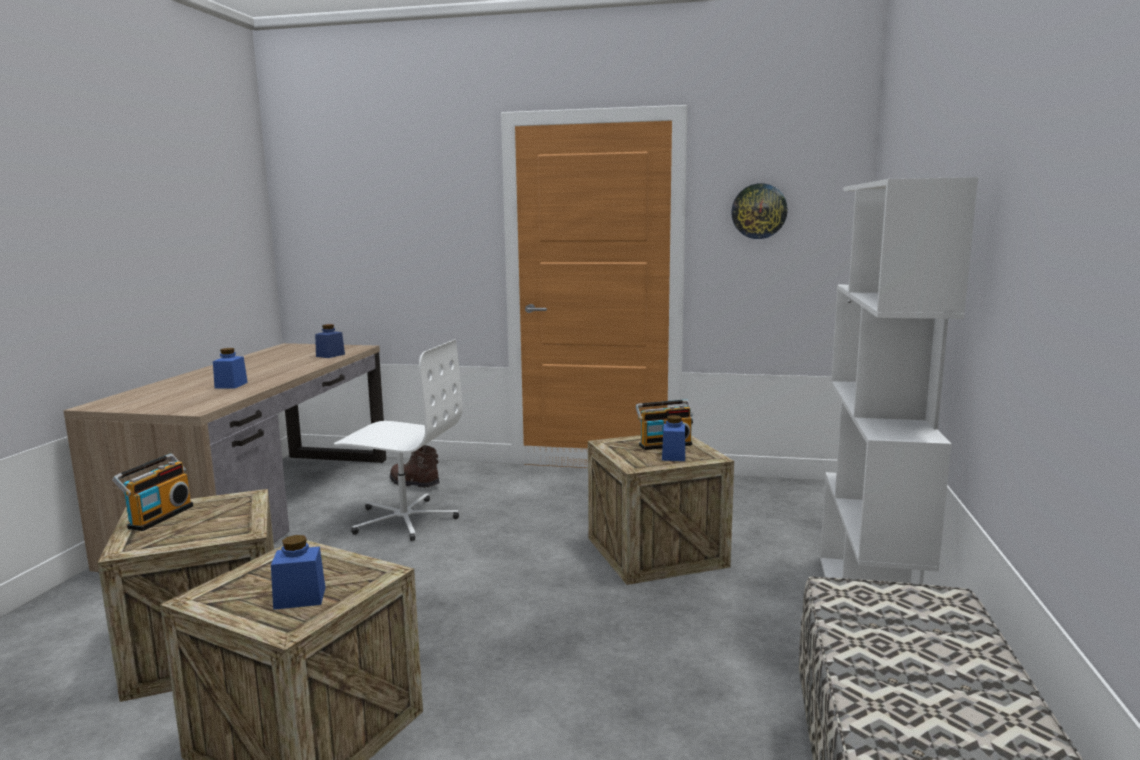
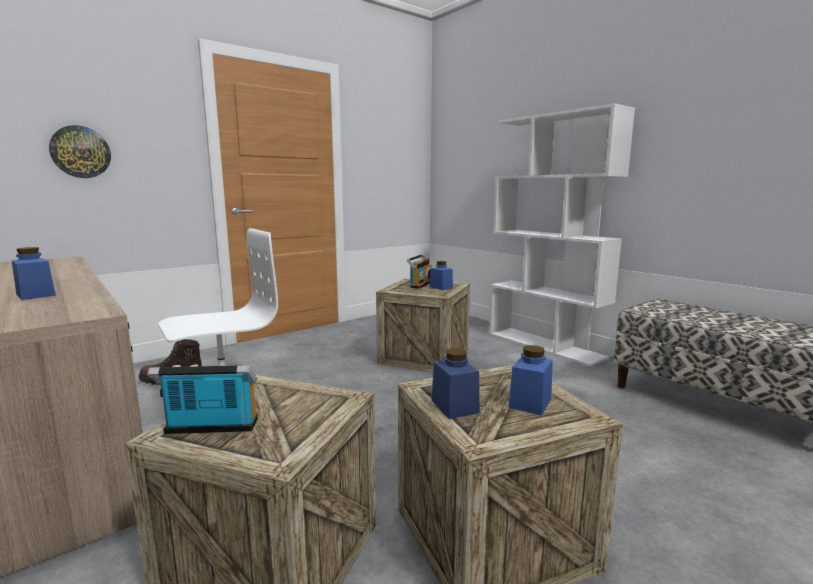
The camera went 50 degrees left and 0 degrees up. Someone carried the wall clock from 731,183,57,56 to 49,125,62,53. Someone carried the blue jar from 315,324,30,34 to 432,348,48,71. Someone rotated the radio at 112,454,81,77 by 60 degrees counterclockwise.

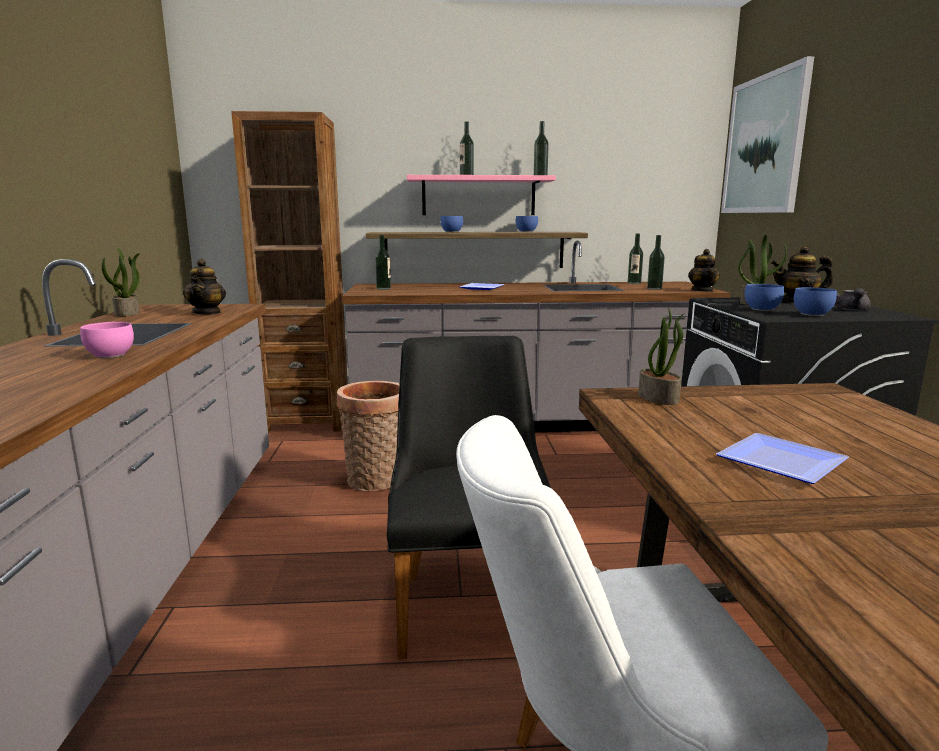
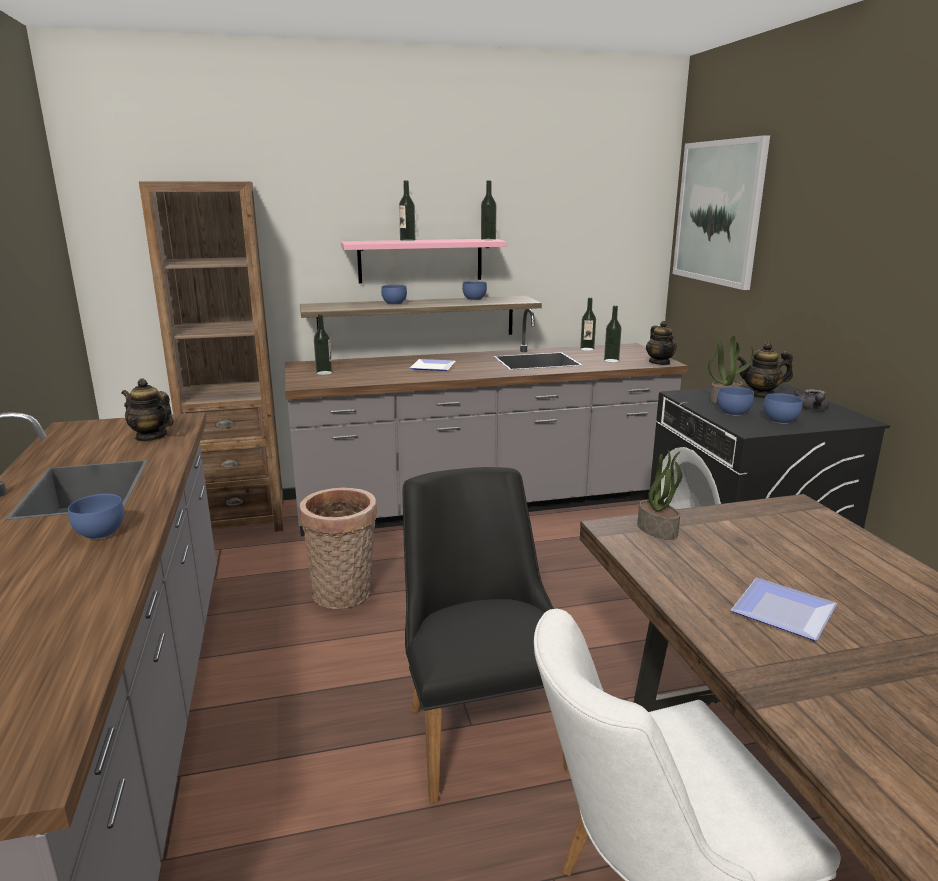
The camera went 10 degrees left and 5 degrees up. Someone took away the potted plant at 102,248,38,69. Someone rotated the teapot at 183,259,43,56 by 135 degrees clockwise. Someone repainted the pink bowl at 80,322,54,36, which became the blue bowl at 68,494,56,46.

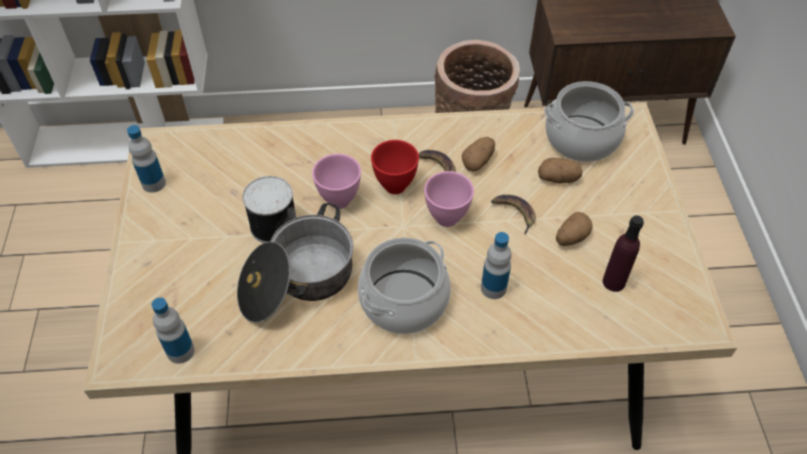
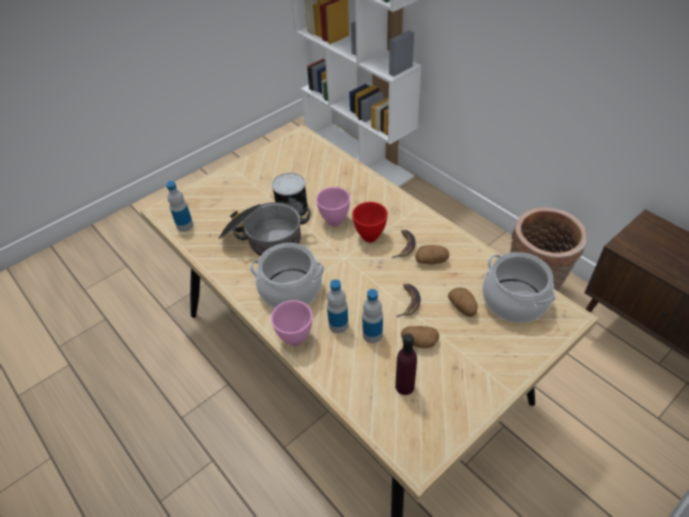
The camera went 55 degrees right and 5 degrees down. Someone carried the bottle from 127,125,39,68 to 362,289,21,54. Someone carried the pink bowl from 424,171,50,56 to 271,300,41,46.

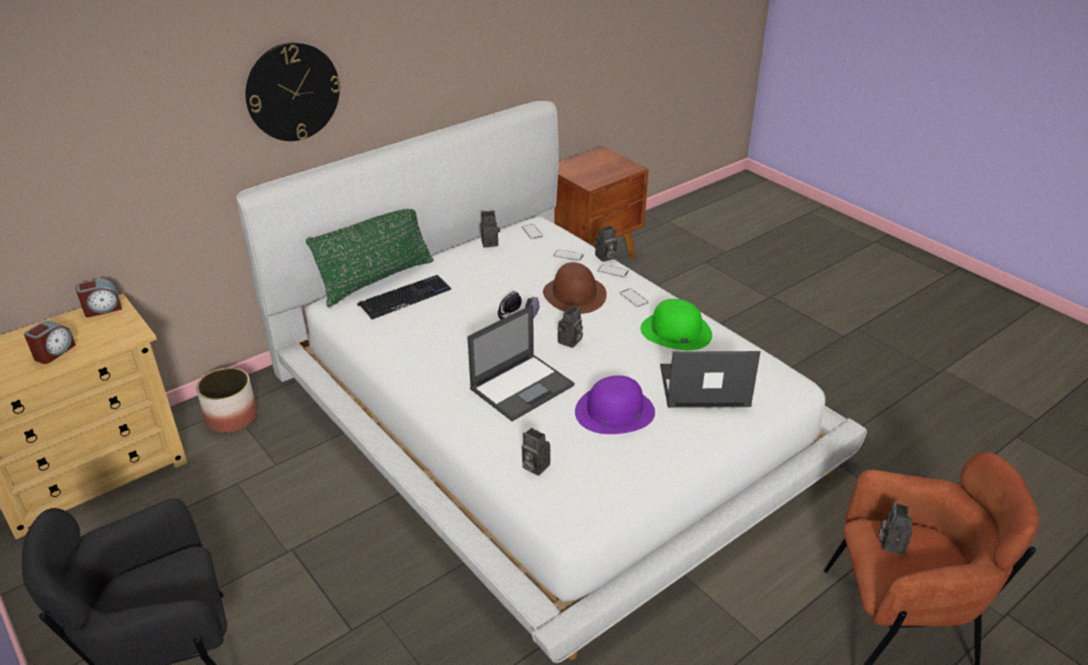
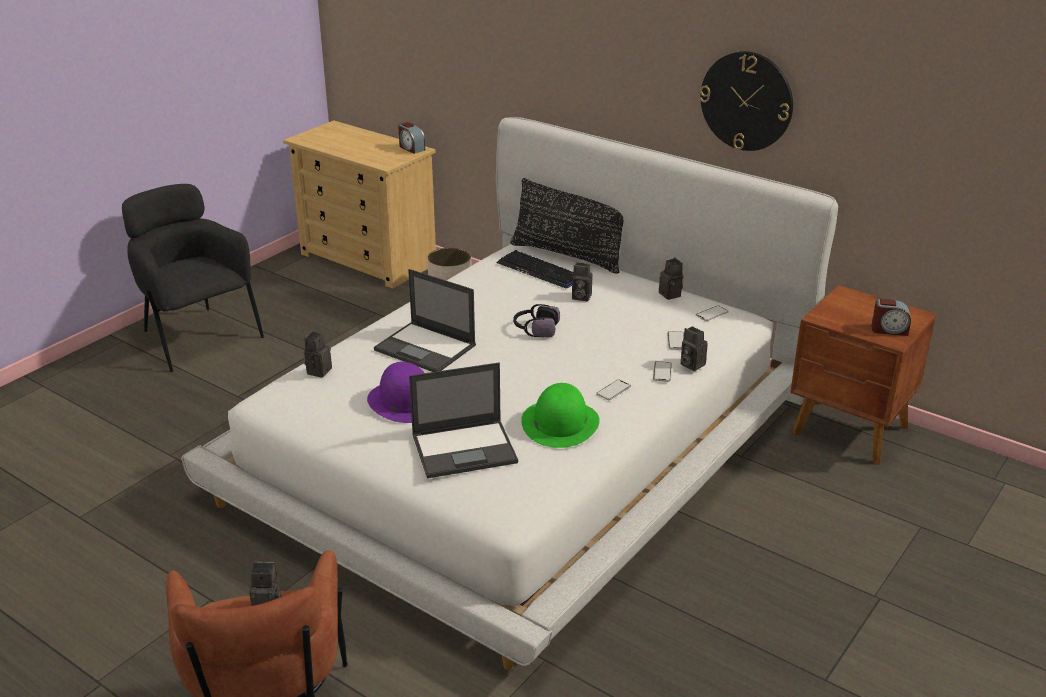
The camera went 75 degrees right and 5 degrees down. Someone carried the wall clock from 246,42,95,99 to 700,51,93,100. Someone repainted the green pillow at 306,209,128,98, which became the black pillow at 510,178,113,96. Someone took away the brown hat at 543,262,64,52. Someone carried the photo camera from 558,306,25,42 to 572,262,21,39. Someone carried the alarm clock from 24,321,52,43 to 871,298,40,38. Someone rotated the laptop at 660,351,101,57 by 90 degrees clockwise.

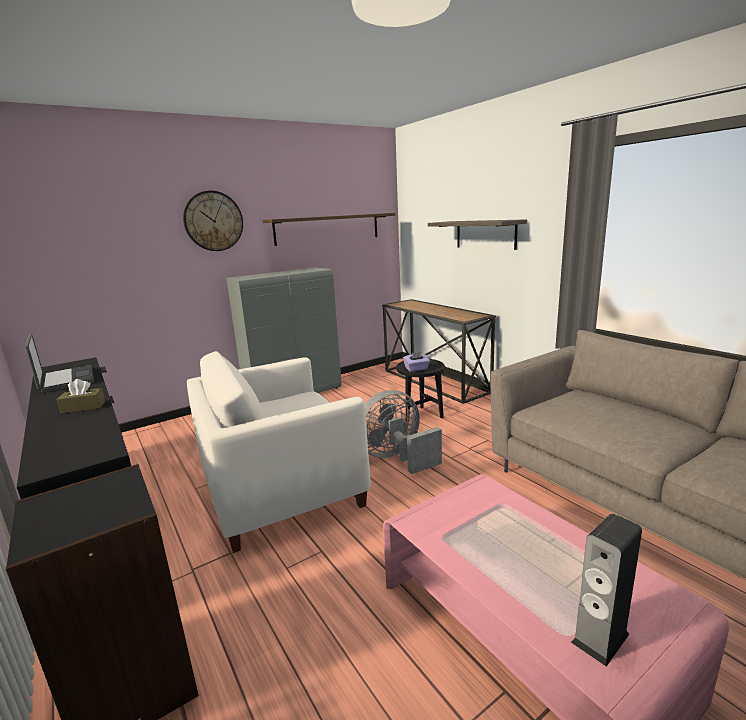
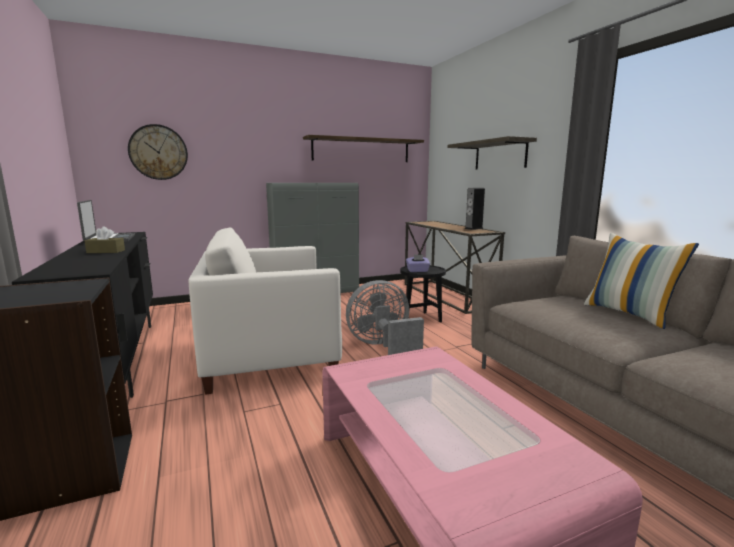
The camera went 10 degrees right and 5 degrees down. Someone carried the wall clock from 183,190,60,61 to 128,124,60,56. Someone carried the speaker from 571,514,71,153 to 464,188,21,42. Someone put down the pillow at 584,233,115,96.

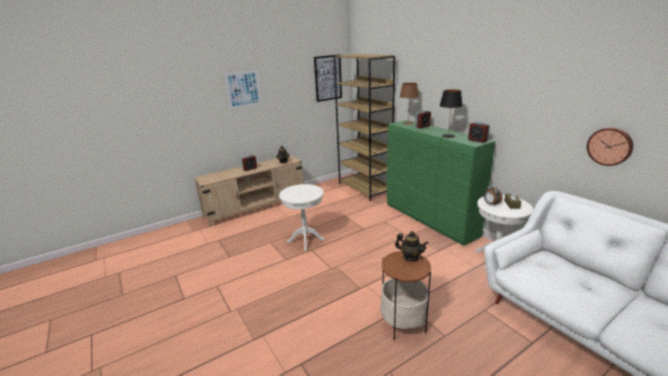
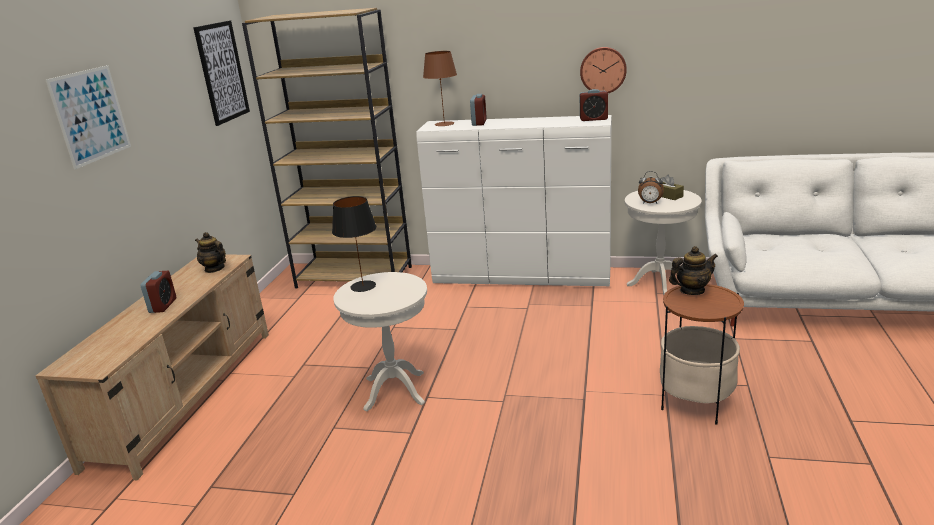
The camera went 45 degrees left and 0 degrees up. Someone carried the black table lamp from 440,90,23,48 to 332,196,45,96. Someone repainted the green dresser at 387,120,108,126, which became the white dresser at 416,115,195,171. Someone carried the wall clock from 587,128,46,38 to 580,47,47,46.

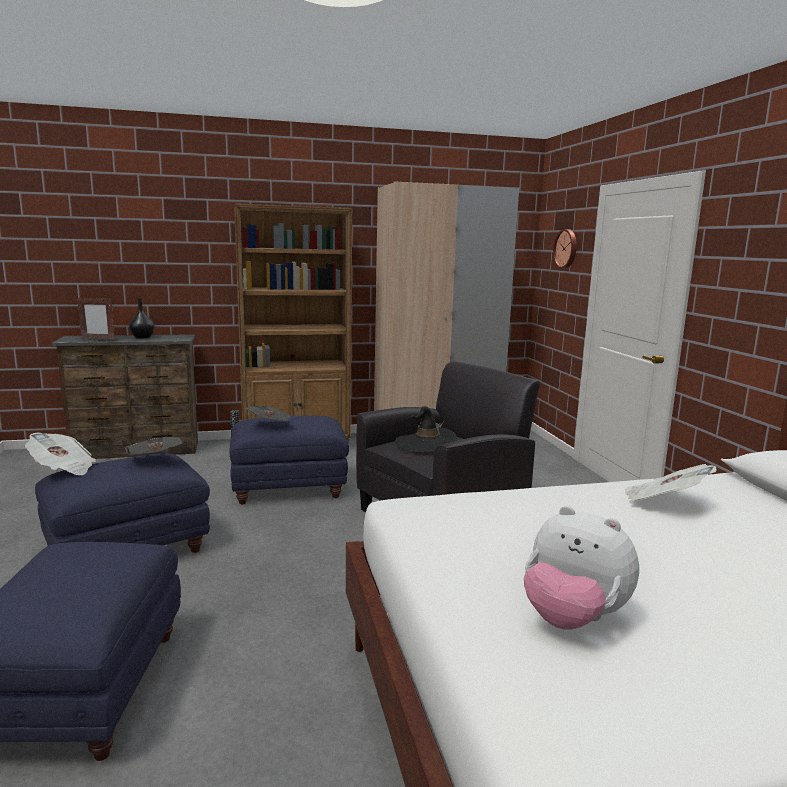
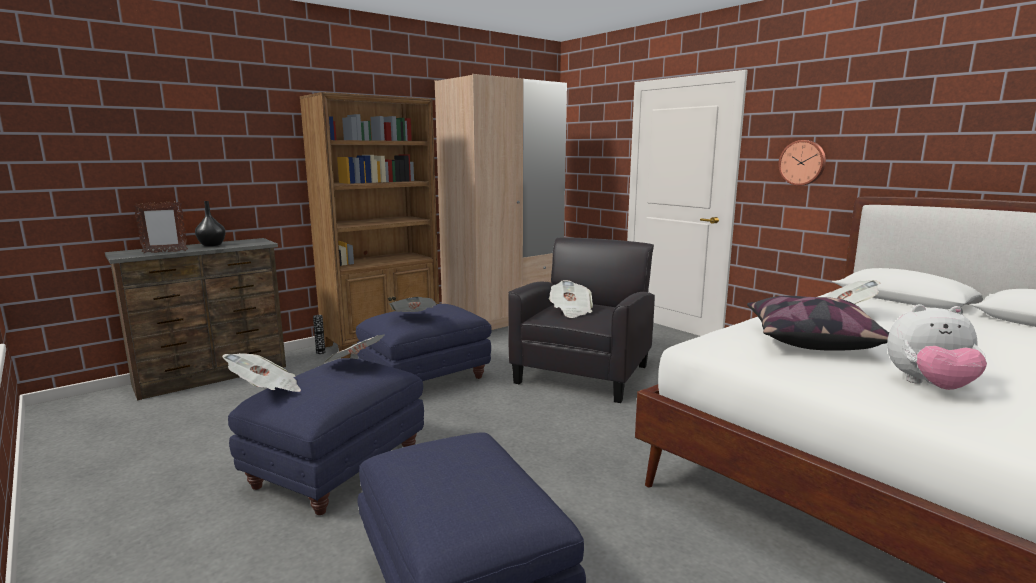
The camera went 25 degrees left and 0 degrees up. Someone carried the wall clock from 553,229,24,40 to 778,140,48,46. Someone swapped the black hat at 395,406,62,46 for the newspaper at 549,280,44,38. Someone put down the pillow at 747,296,142,55.

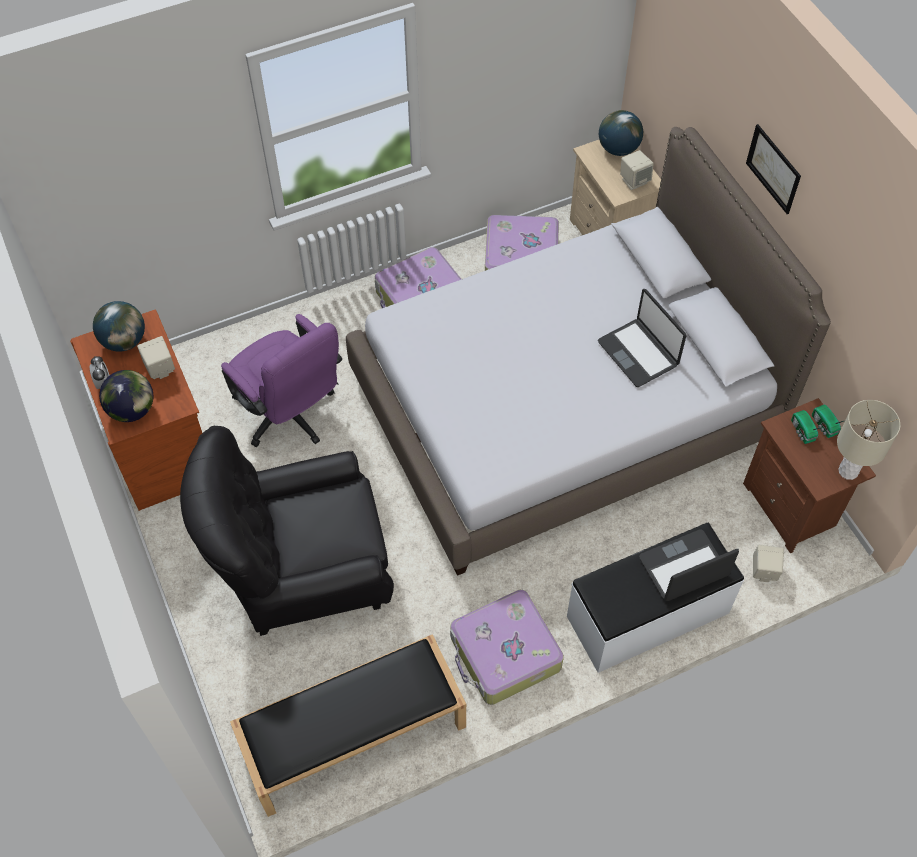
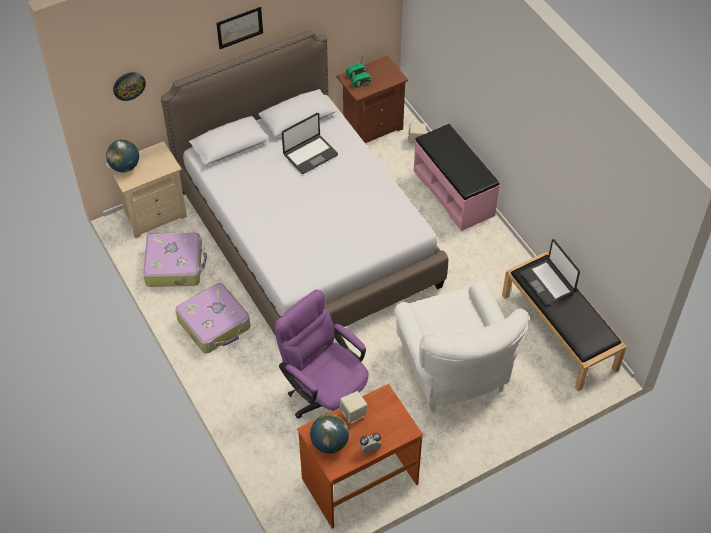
The camera went 95 degrees left and 5 degrees down. Someone took away the beige speaker at 620,150,34,40. Someone rotated the purple office chair at 221,314,121,133 by 90 degrees counterclockwise. Someone took away the globe at 99,370,54,52. Someone took away the beige table lamp at 837,400,63,80. Someone repainted the black armchair at 180,426,214,210, which became the white armchair at 394,281,135,131. Someone repainted the white bench at 567,523,177,150, which became the pink bench at 414,124,86,107. Someone carried the laptop from 639,530,100,71 to 521,239,59,67. Someone took away the suitcase at 450,590,114,115. Someone put up the wall clock at 113,72,33,29.

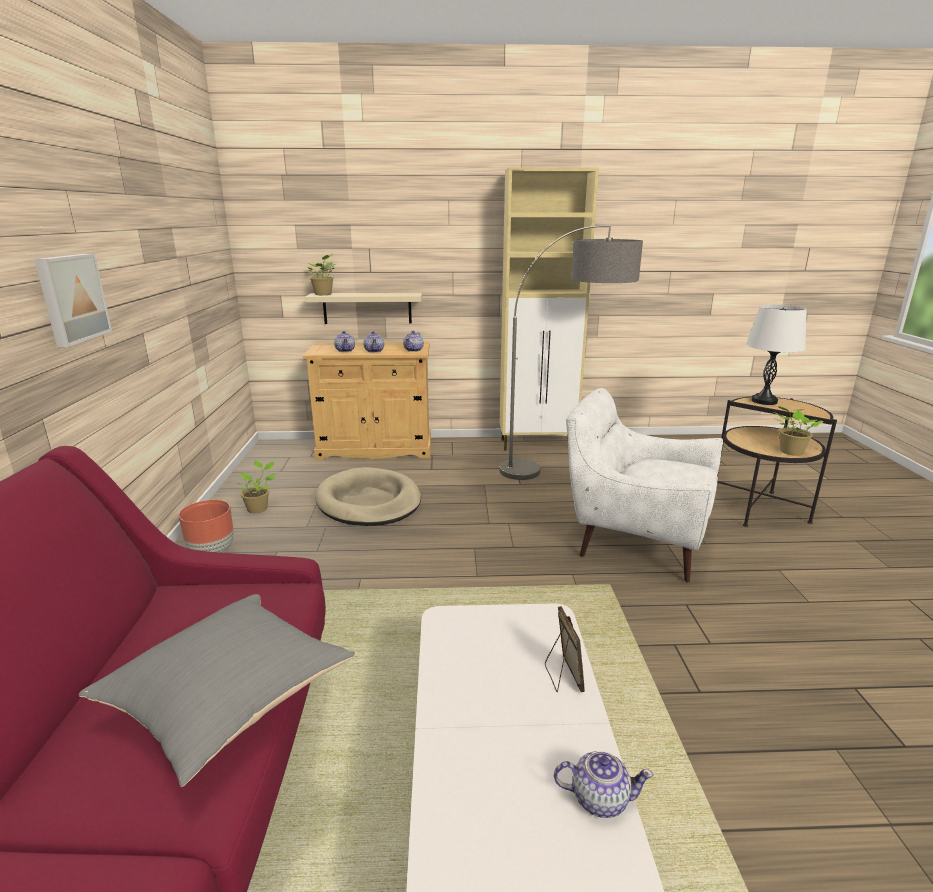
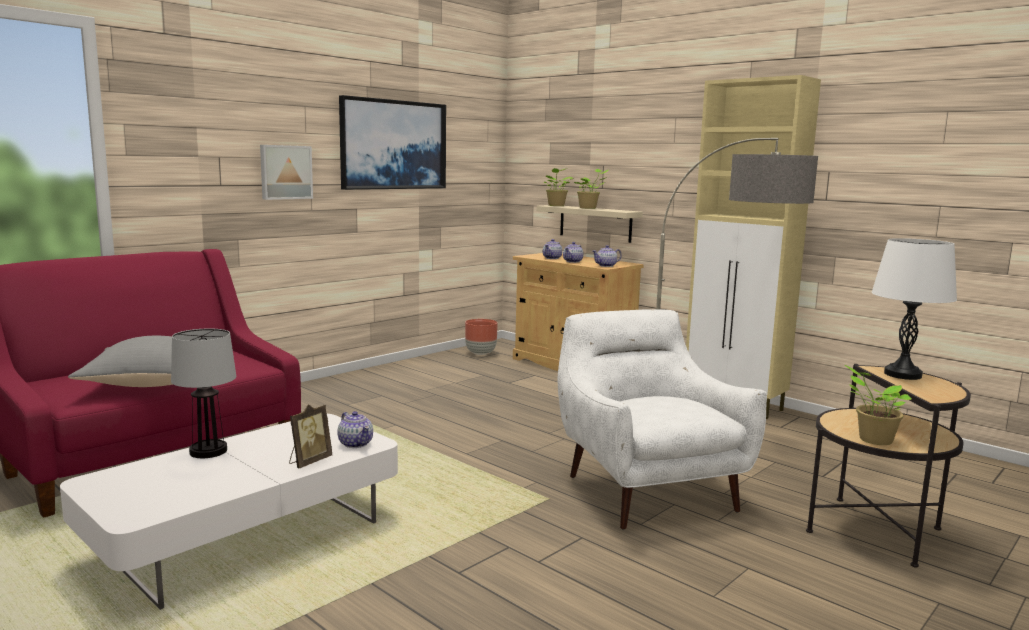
The camera went 45 degrees right and 10 degrees down. Someone carried the potted plant from 236,461,41,52 to 574,169,34,40. Someone took away the beige dog bed at 315,467,106,59. Someone carried the brown planter from 178,500,56,53 to 465,319,33,36. Someone carried the teapot from 554,751,100,67 to 337,411,36,37. Someone put up the picture at 339,95,107,95. Someone put down the table lamp at 171,329,65,129.

